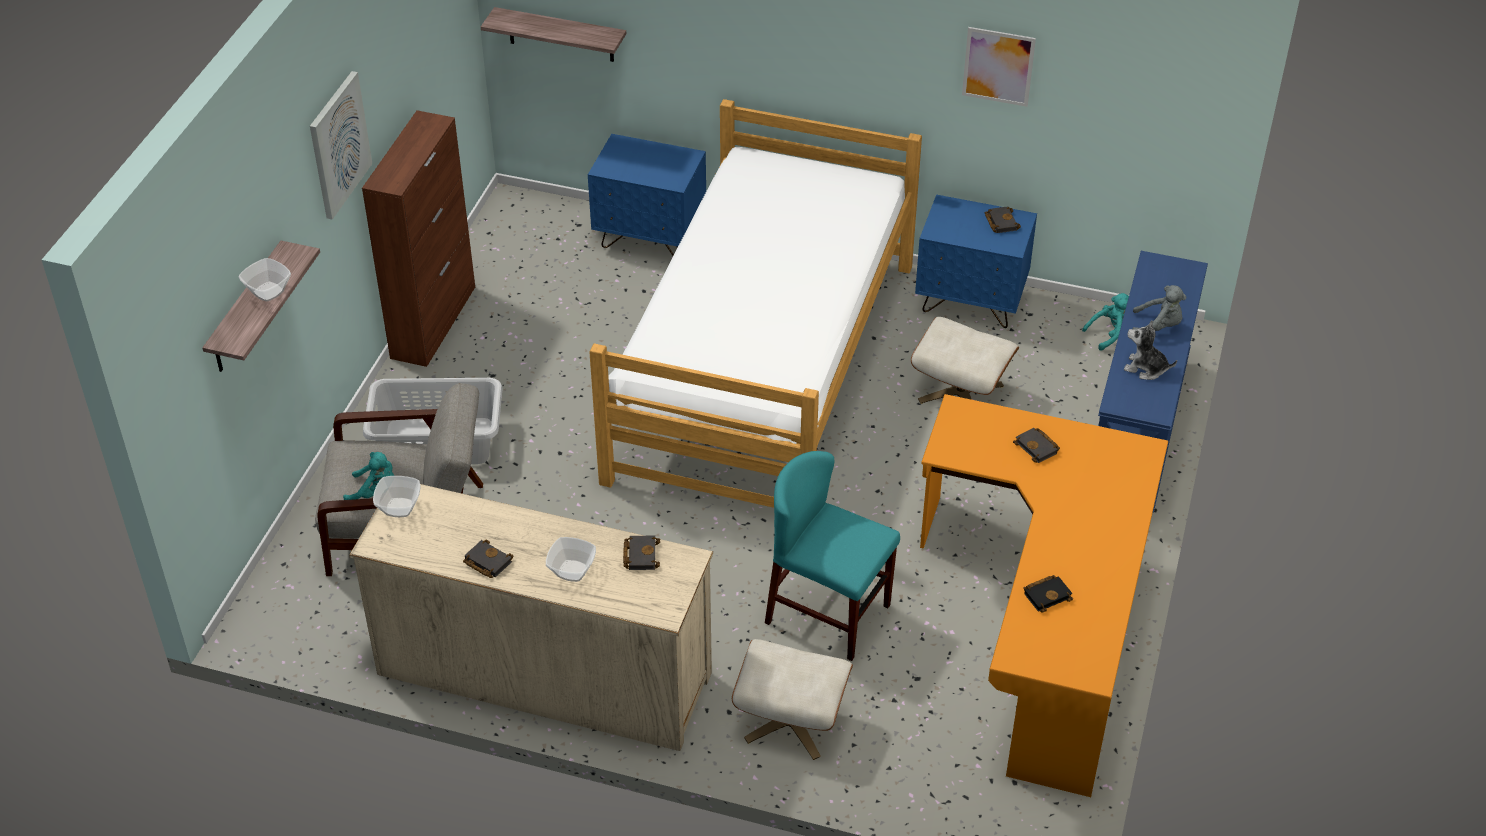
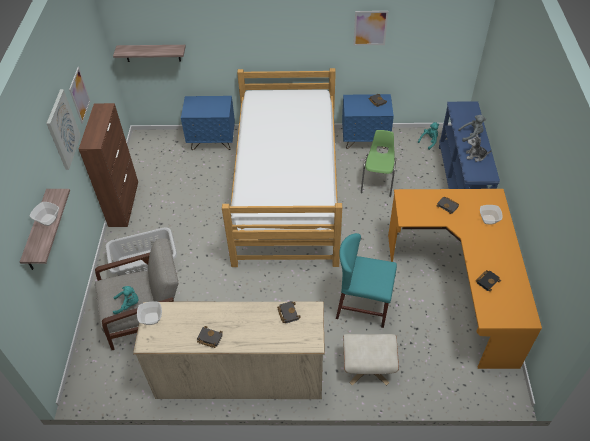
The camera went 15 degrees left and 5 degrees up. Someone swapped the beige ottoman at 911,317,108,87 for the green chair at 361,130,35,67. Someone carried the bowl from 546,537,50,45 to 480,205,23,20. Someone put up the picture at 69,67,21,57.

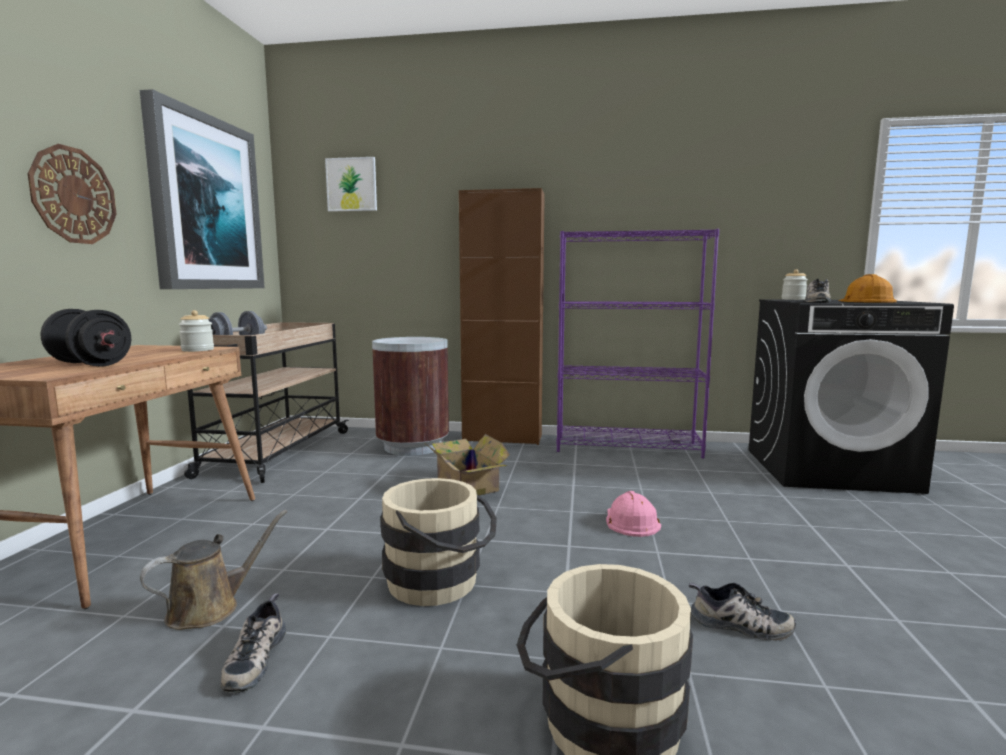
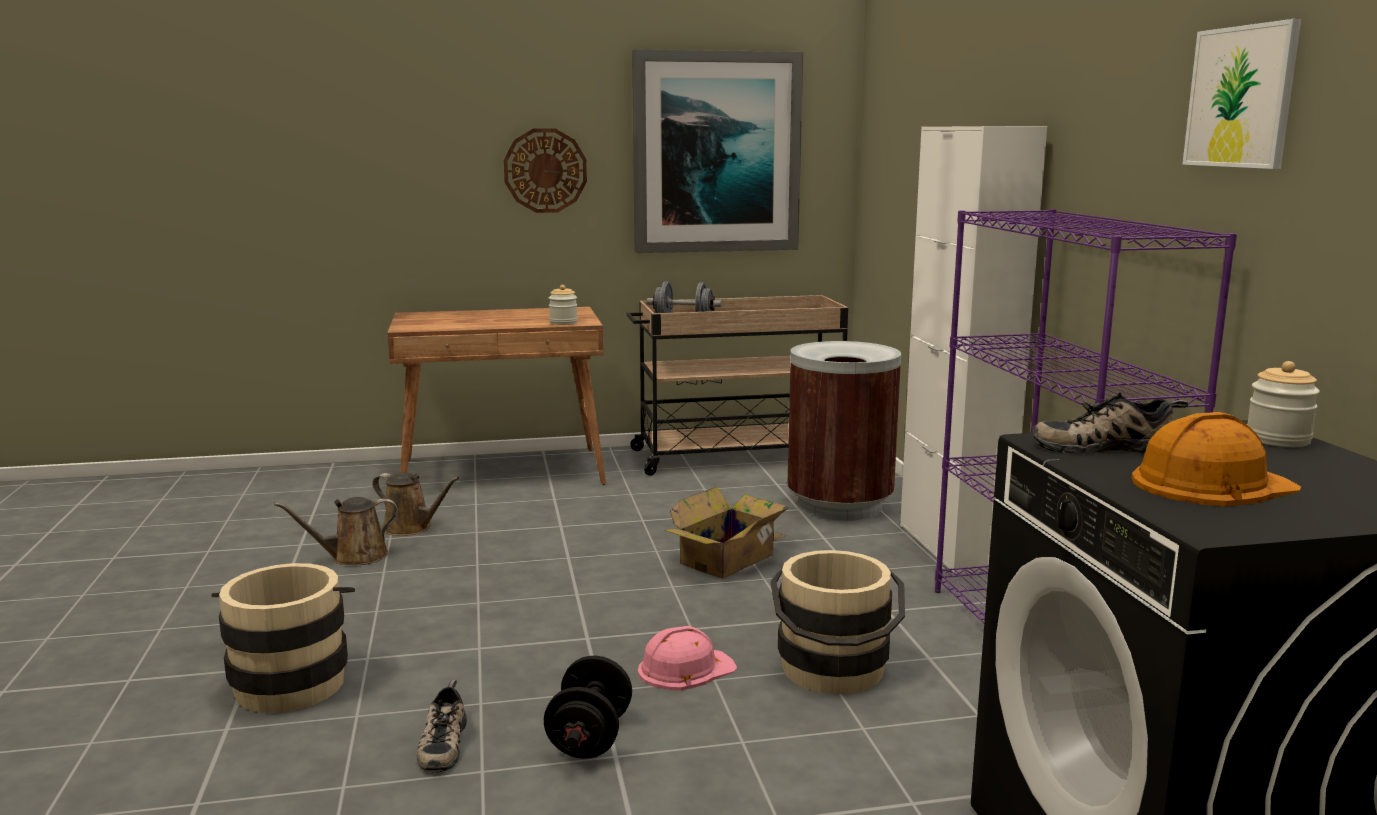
The camera went 70 degrees right and 5 degrees up. Someone carried the picture from 325,157,52,55 to 1182,19,119,150. Someone repainted the brown cabinet at 459,188,86,257, which became the white cabinet at 900,126,147,448. Someone carried the black dumbbell from 41,309,90,58 to 544,656,88,103. Someone carried the beige bucket from 381,478,116,128 to 771,550,134,144. Someone swapped the shoe at 220,594,66,100 for the brown watering can at 274,497,124,68.

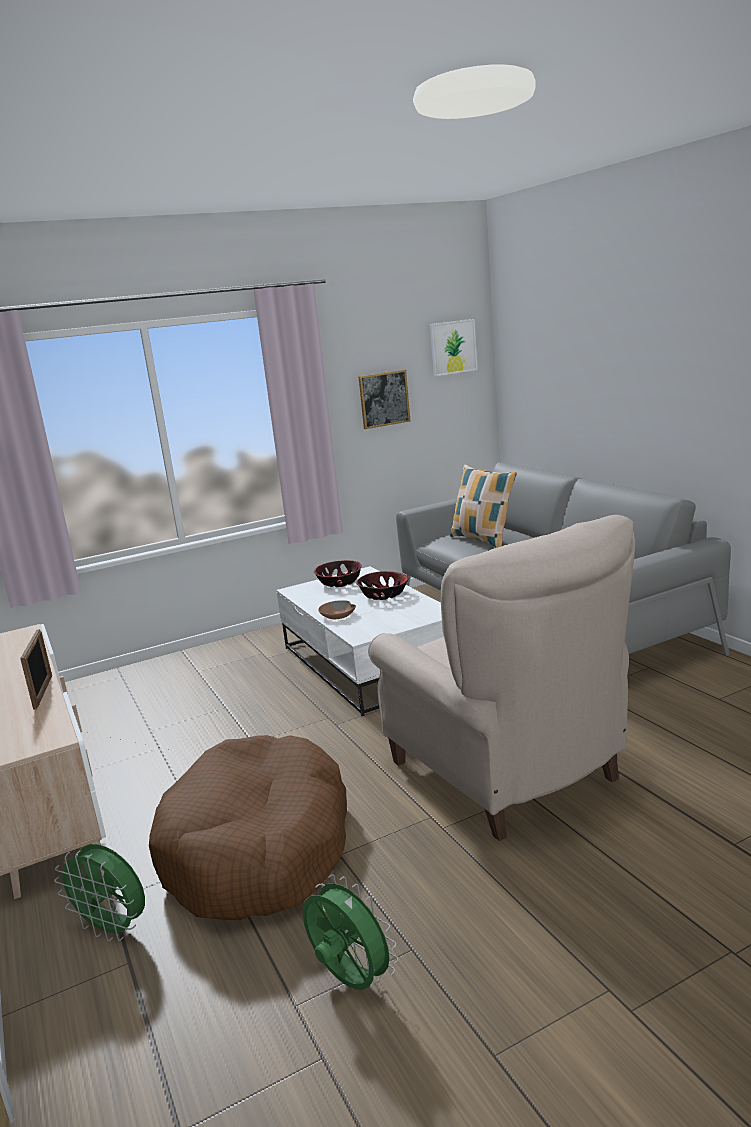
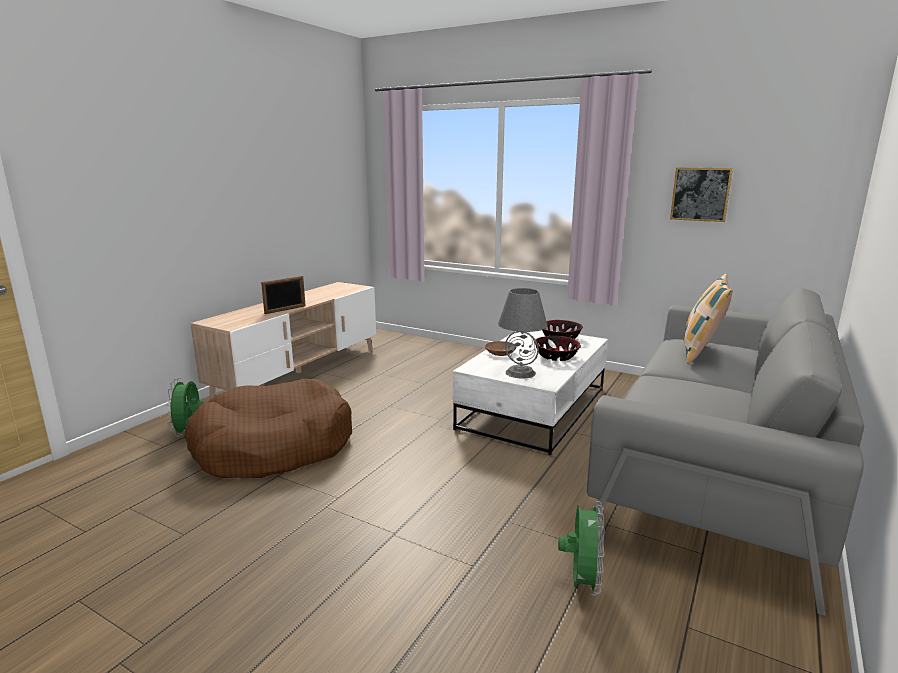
The camera went 55 degrees right and 0 degrees up. Someone took away the picture at 430,319,48,57. Someone took away the beige armchair at 368,515,267,326. Someone carried the green fan from 303,874,95,116 to 558,501,47,95. Someone put down the grey table lamp at 498,288,50,91.

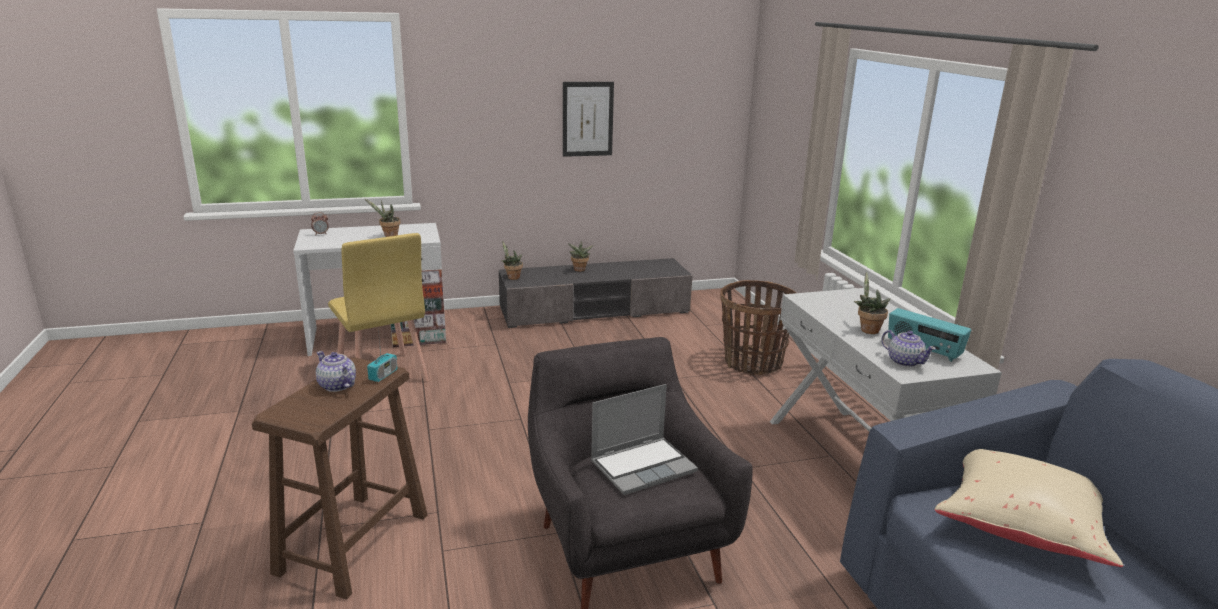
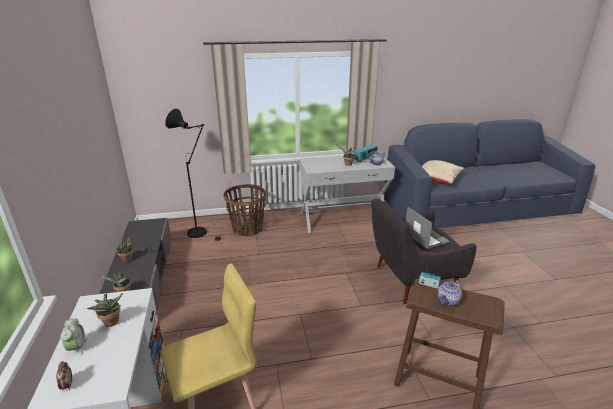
The camera went 85 degrees left and 5 degrees up. Someone took away the picture at 563,82,51,75. Someone put down the black floor lamp at 165,109,58,132. Someone put down the alarm clock at 61,318,26,38.

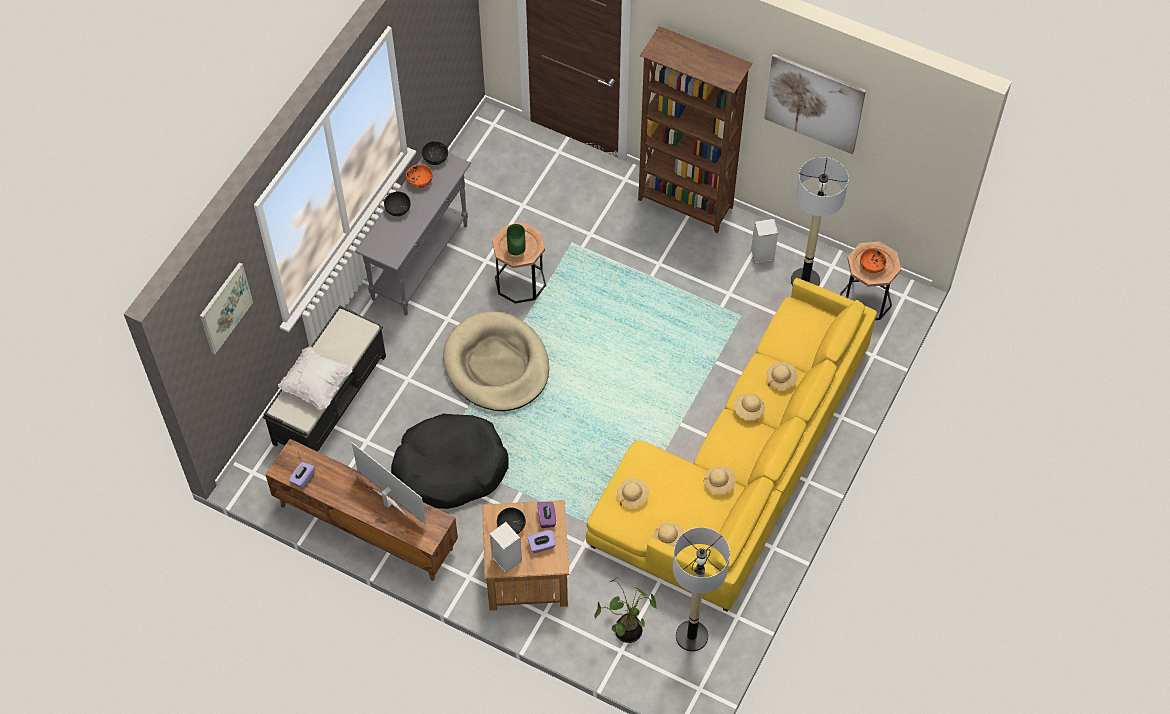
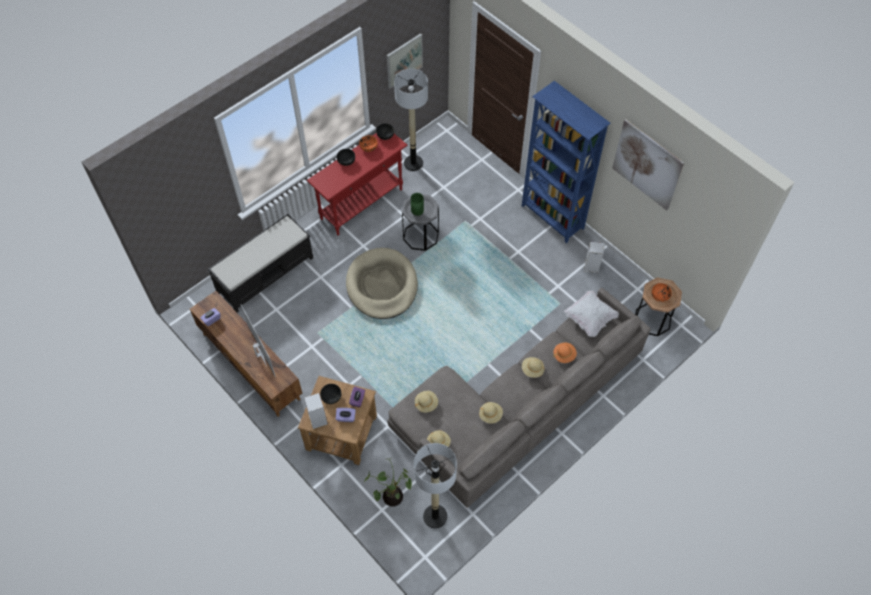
The camera went 20 degrees right and 0 degrees up. Someone repainted the brown bookcase at 638,26,115,207, which became the blue bookcase at 522,81,89,162. Someone repainted the grey console table at 355,153,116,162, which became the red console table at 307,133,101,102. Someone carried the floor lamp from 791,157,58,129 to 394,69,34,102. Someone repainted the brown side table at 492,222,54,81, which became the grey side table at 402,194,37,57. Someone carried the picture from 200,262,53,92 to 387,33,36,56. Someone repainted the yellow sofa at 586,278,291,334, which became the grey sofa at 388,288,263,220. Someone carried the white pillow from 278,347,75,62 to 564,291,55,46. Someone repainted the beige hat at 766,362,32,27, which became the orange hat at 553,343,24,20. Someone took away the black dog bed at 391,414,118,95.

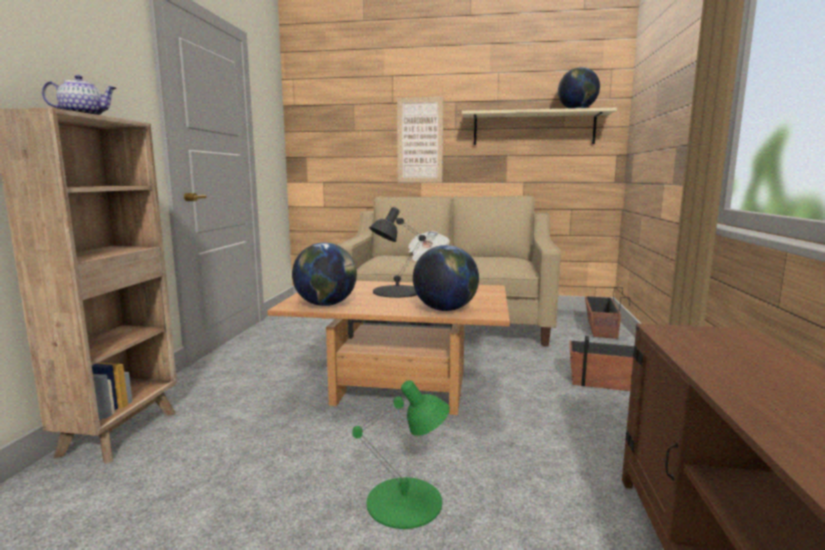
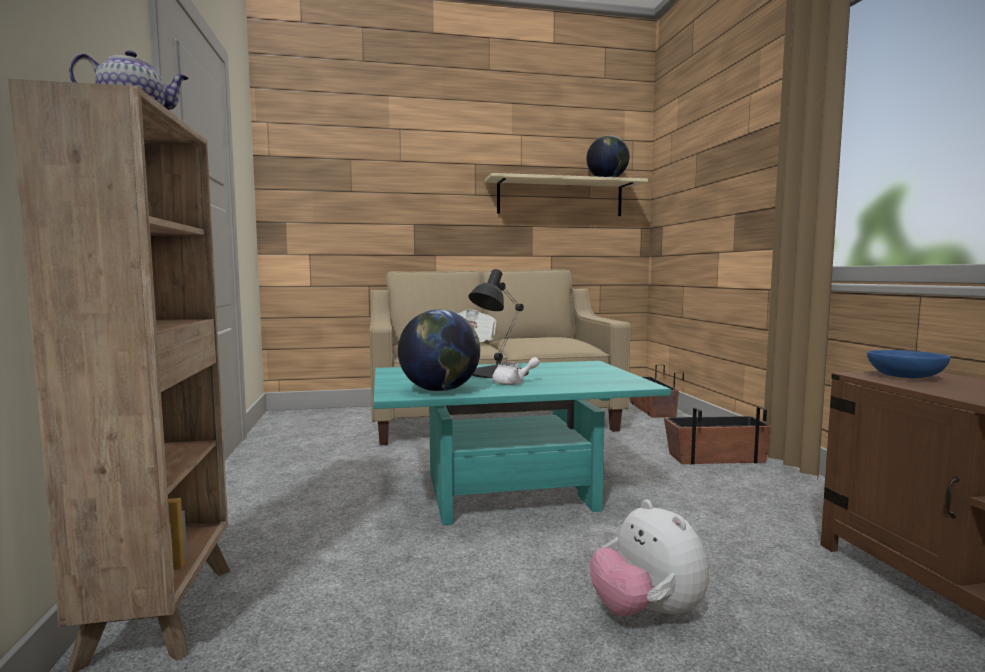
The camera went 20 degrees left and 5 degrees down. Someone took away the picture at 397,97,46,86. Someone took away the globe at 413,245,66,66. Someone repainted the brown coffee table at 268,281,242,134, which became the turquoise coffee table at 373,361,298,164. Someone swapped the green table lamp at 352,380,98,149 for the plush toy at 590,500,119,121. Someone put down the blue bowl at 867,350,84,28. Someone put down the white teapot at 492,357,48,28.

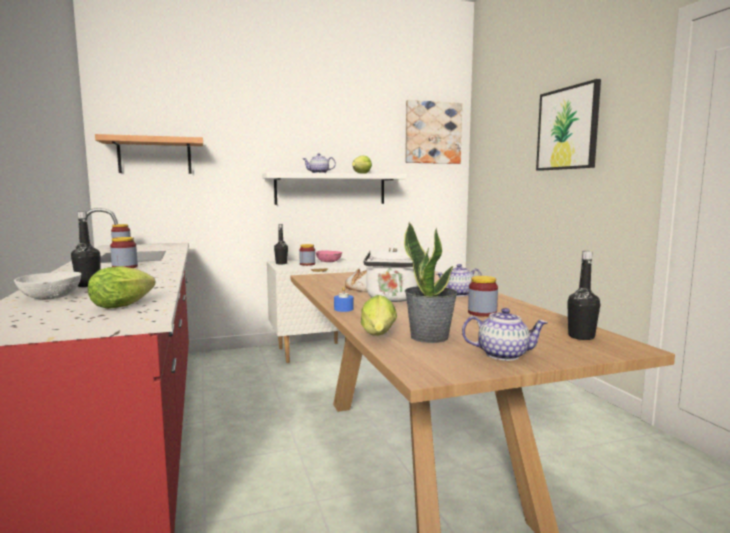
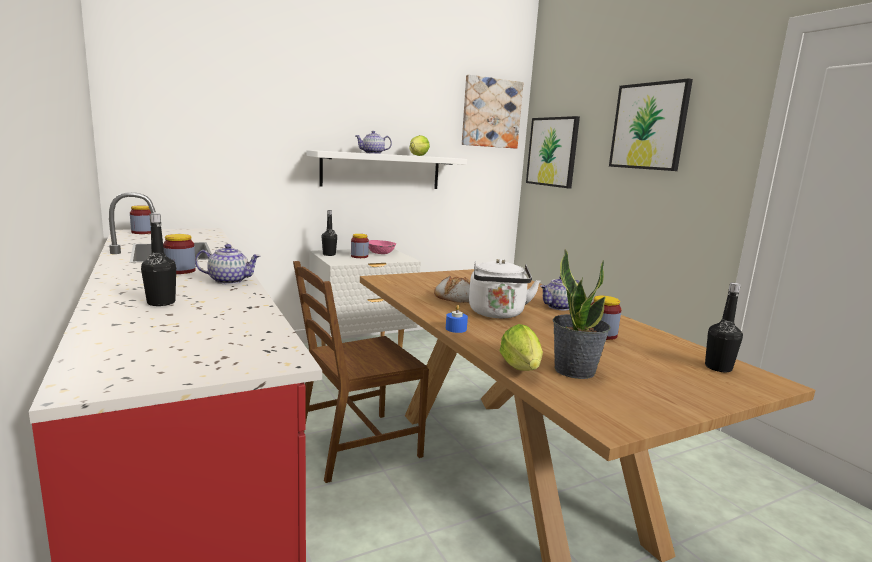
The camera went 10 degrees left and 5 degrees up. Someone took away the shelf at 95,134,108,40. Someone took away the lettuce at 88,266,68,43. Someone took away the white bowl at 14,272,68,28. Someone carried the teapot from 462,308,86,53 to 195,244,66,40. Someone put up the picture at 526,116,54,72. Someone put down the brown chair at 293,261,136,222.

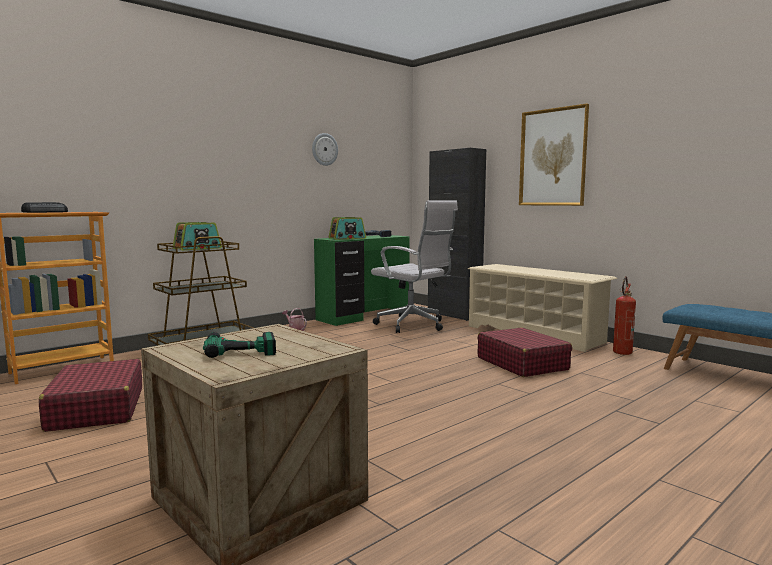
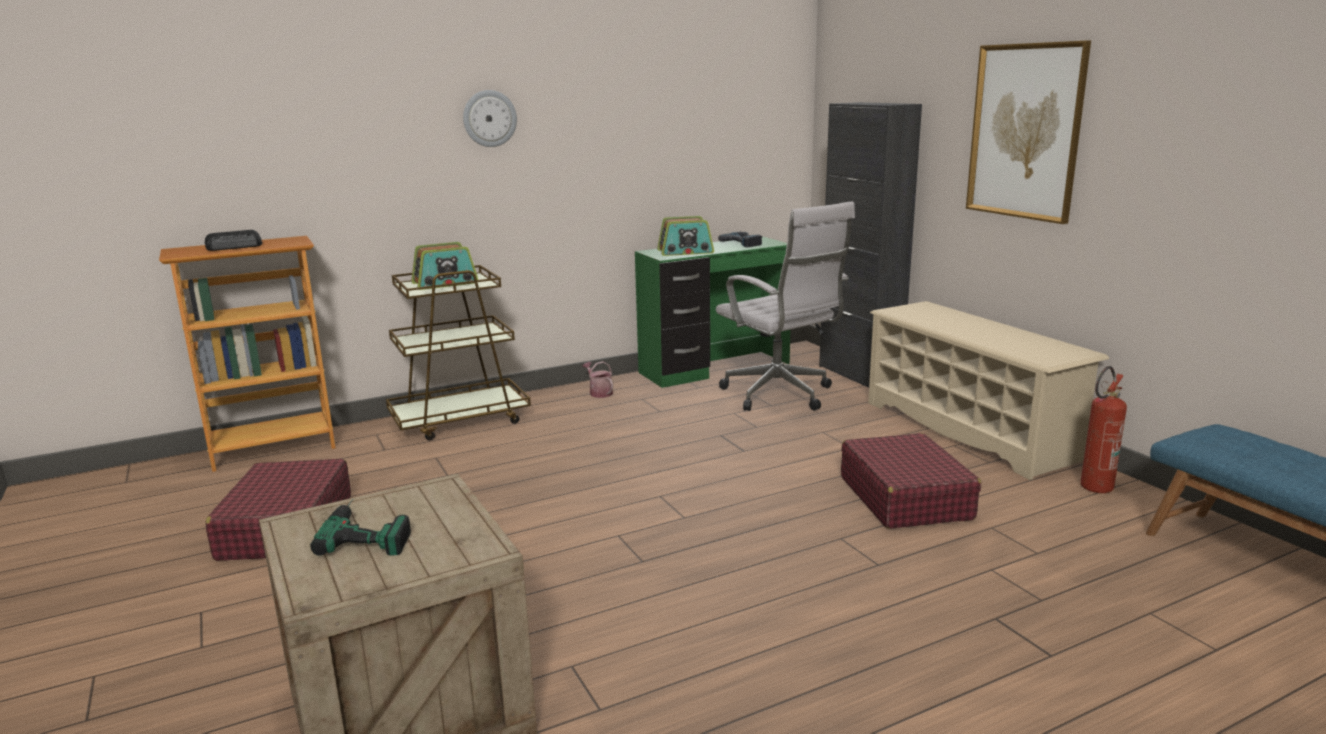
The camera went 15 degrees right and 10 degrees up. Someone carried the wall clock from 312,133,26,33 to 463,90,54,57.

